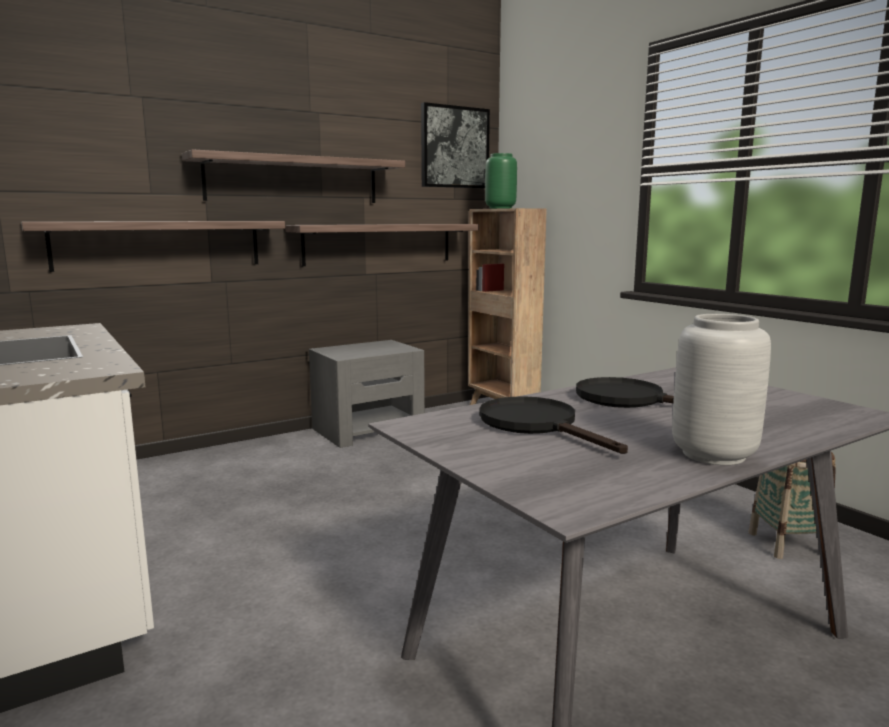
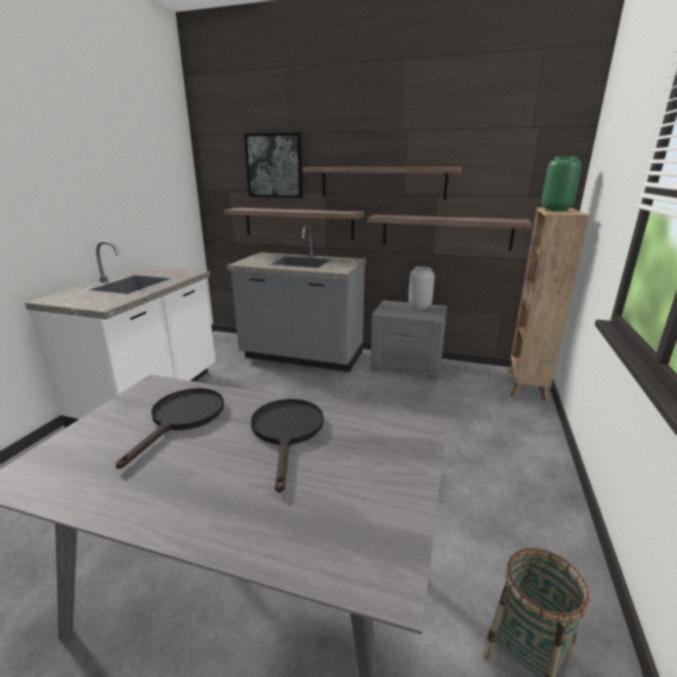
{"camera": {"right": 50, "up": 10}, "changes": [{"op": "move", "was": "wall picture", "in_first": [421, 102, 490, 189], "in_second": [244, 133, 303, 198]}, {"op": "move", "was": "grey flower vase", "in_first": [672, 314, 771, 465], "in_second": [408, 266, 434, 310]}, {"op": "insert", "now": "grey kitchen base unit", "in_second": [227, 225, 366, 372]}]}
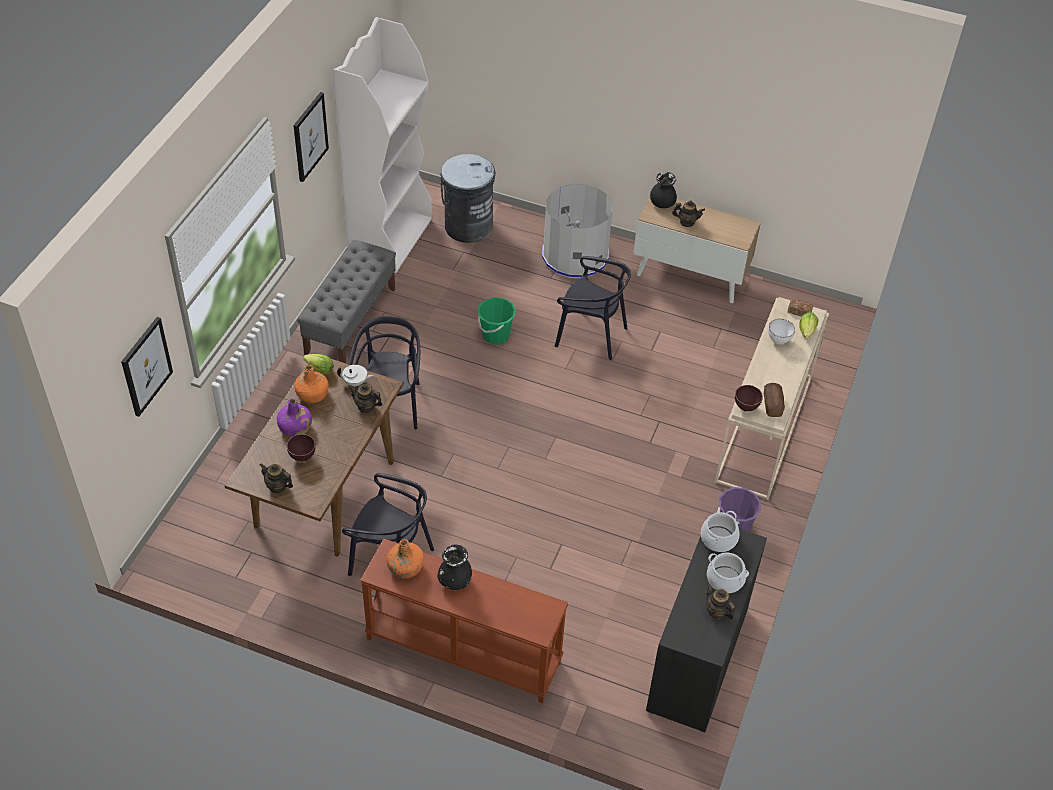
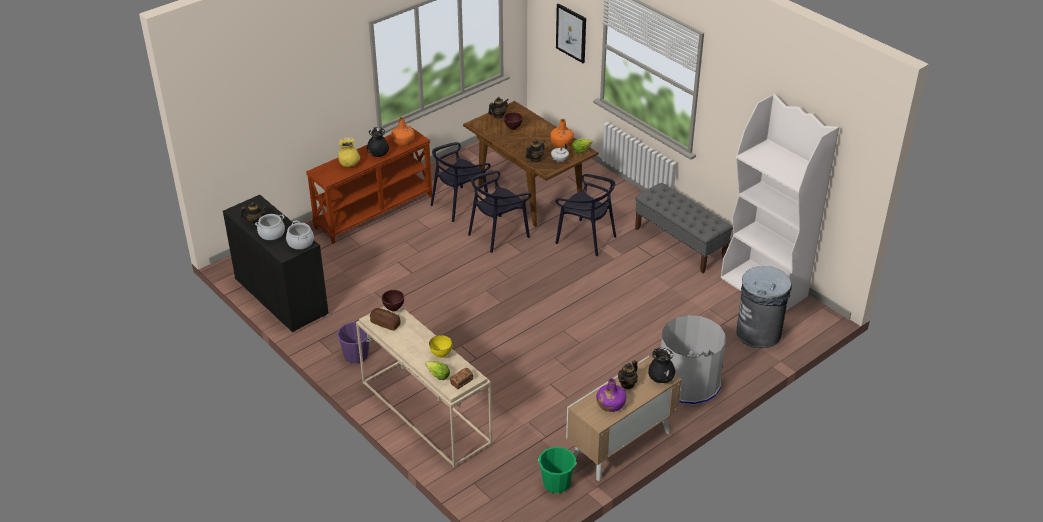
{"camera": {"right": 120, "up": -10}, "changes": [{"op": "move", "was": "purplish bottle", "in_first": [277, 398, 312, 437], "in_second": [596, 378, 626, 412]}, {"op": "delete", "was": "wall picture", "in_first": [293, 92, 329, 182]}, {"op": "move", "was": "green pail", "in_first": [477, 297, 516, 345], "in_second": [538, 447, 577, 493]}, {"op": "move", "was": "black-coloured upright chair", "in_first": [555, 256, 631, 360], "in_second": [468, 170, 531, 253]}, {"op": "recolor", "was": "white serving bowl", "now": "yellow serving bowl", "in_first": [768, 319, 795, 344], "in_second": [429, 335, 453, 358]}, {"op": "insert", "now": "yellow flower vase", "in_second": [338, 137, 360, 167]}]}
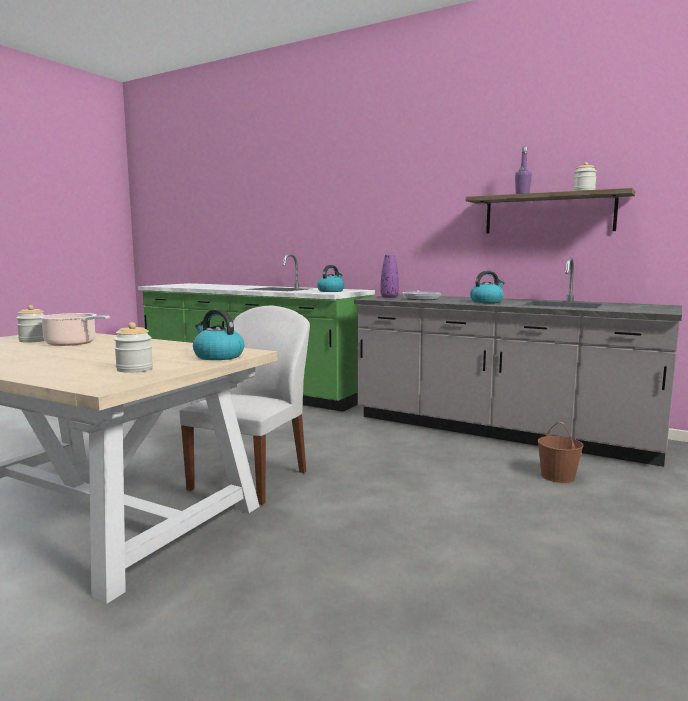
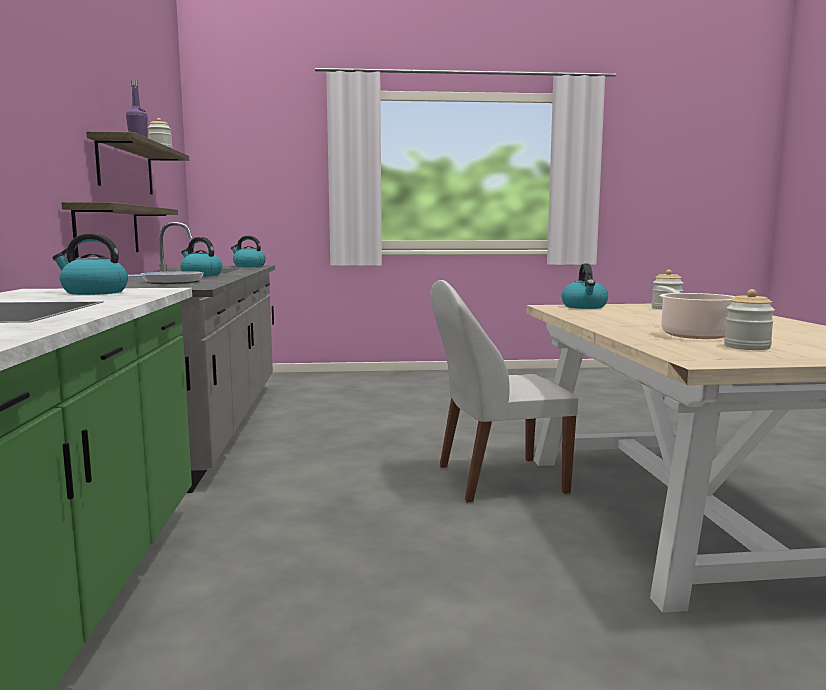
{"camera": {"right": -125, "up": 0}, "changes": [{"op": "delete", "was": "purplish flower vase", "in_first": [380, 255, 399, 298]}, {"op": "delete", "was": "brown pail", "in_first": [538, 422, 584, 483]}, {"op": "insert", "now": "bracket shelf", "in_second": [62, 202, 178, 258]}, {"op": "insert", "now": "water kettle", "in_second": [231, 236, 266, 267]}]}
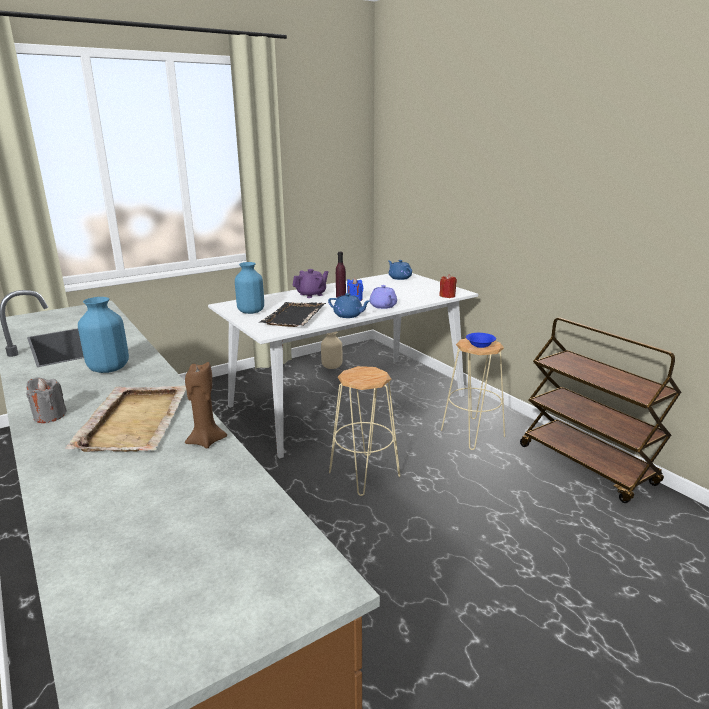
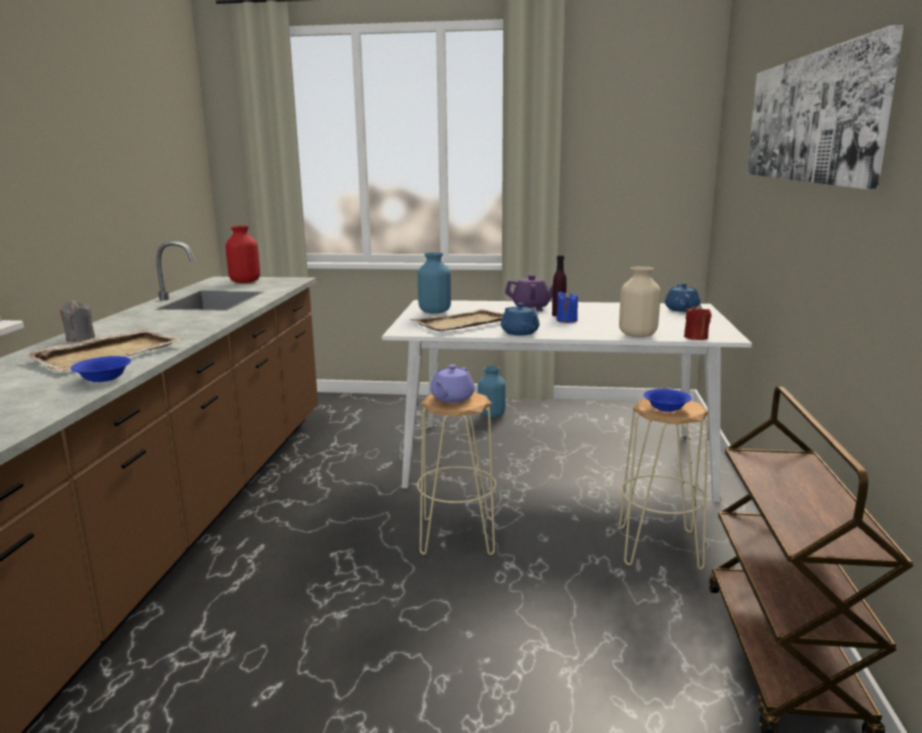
{"camera": {"right": 40, "up": -5}, "changes": [{"op": "move", "was": "bluish flower vase", "in_first": [78, 297, 129, 373], "in_second": [478, 366, 506, 418]}, {"op": "replace", "was": "brown candle", "now": "bluish serving bowl", "in_first": [185, 362, 227, 449], "in_second": [71, 356, 131, 382]}, {"op": "recolor", "was": "black-coloured carrying tray", "now": "beige-coloured carrying tray", "in_first": [259, 302, 326, 327], "in_second": [409, 309, 504, 331]}, {"op": "move", "was": "beige-coloured flower vase", "in_first": [321, 331, 342, 369], "in_second": [619, 266, 661, 337]}, {"op": "move", "was": "purplish pot for tea", "in_first": [370, 285, 397, 309], "in_second": [431, 364, 475, 403]}, {"op": "insert", "now": "reddish flower vase", "in_second": [225, 226, 260, 283]}, {"op": "insert", "now": "wall picture", "in_second": [746, 25, 904, 190]}]}
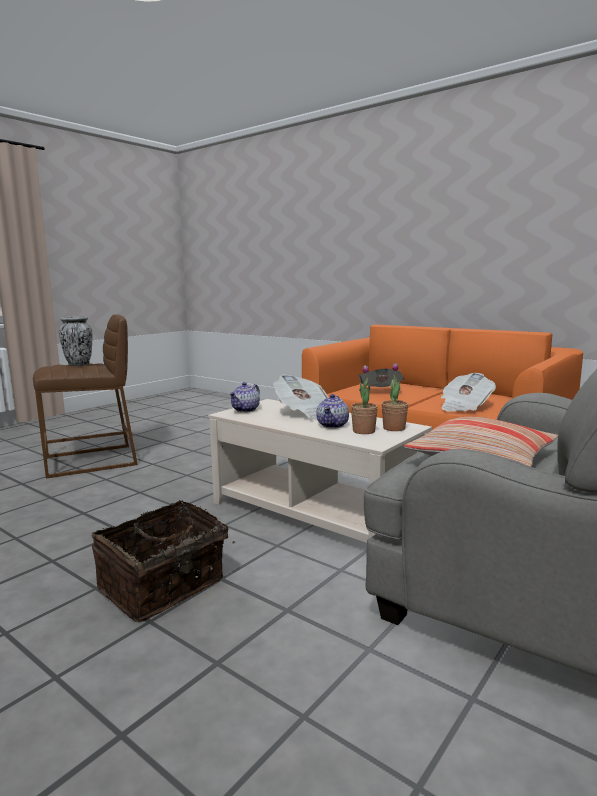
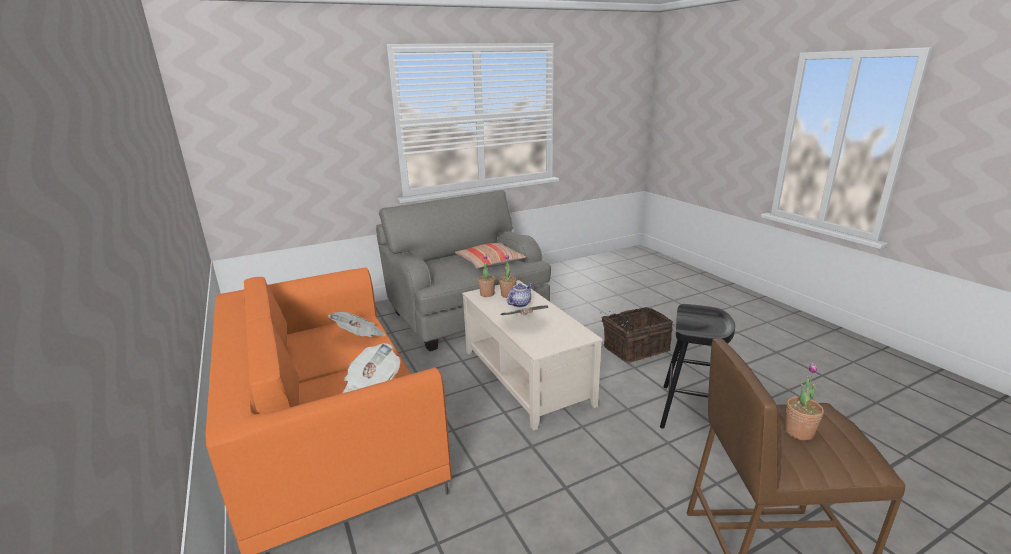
{"camera": {"right": -155, "up": 10}, "changes": [{"op": "replace", "was": "flower vase", "now": "houseplant", "in_first": [59, 316, 92, 366], "in_second": [784, 363, 824, 440]}, {"op": "delete", "was": "pot for tea", "in_first": [229, 382, 260, 413]}, {"op": "insert", "now": "black-coloured sitting stool", "in_second": [660, 304, 735, 429]}]}
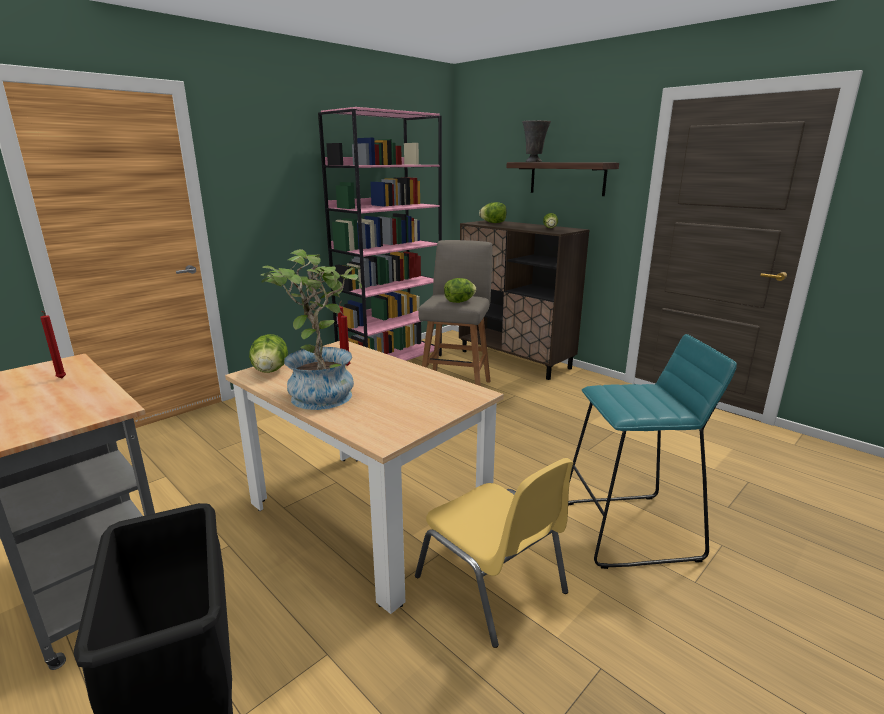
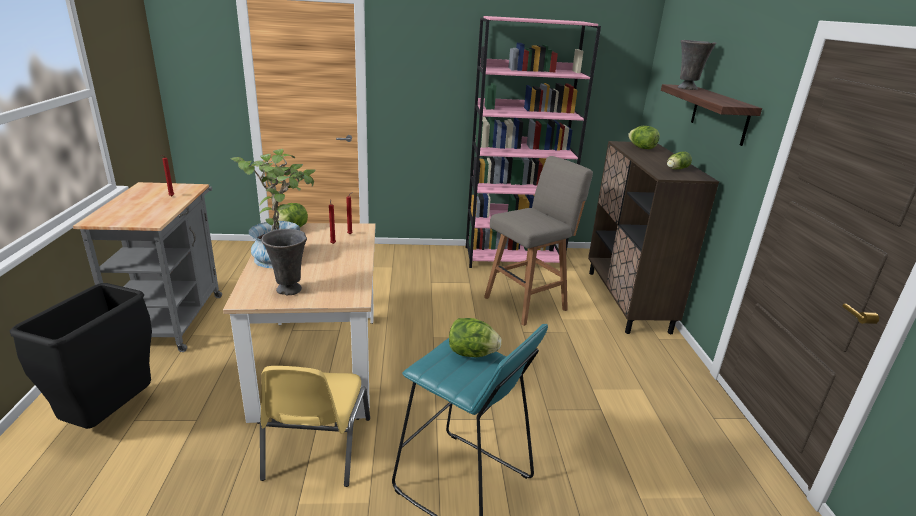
{"camera": {"right": 40, "up": 5}, "changes": [{"op": "move", "was": "lettuce head", "in_first": [444, 278, 477, 303], "in_second": [449, 318, 502, 357]}, {"op": "insert", "now": "grey flower vase", "in_second": [262, 229, 307, 295]}]}
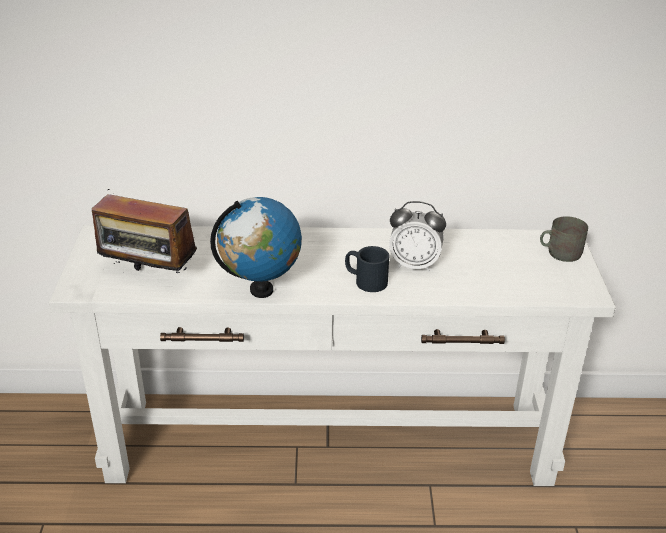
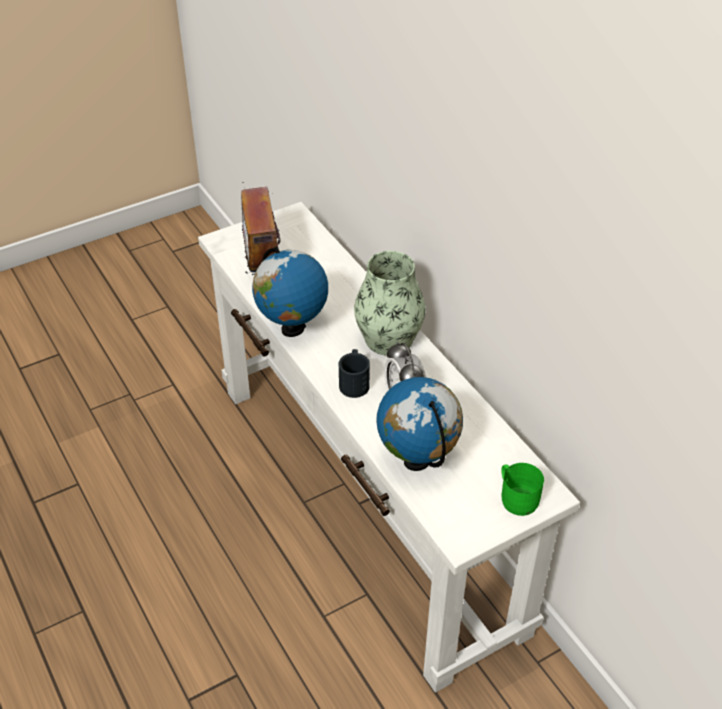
{"camera": {"right": 60, "up": 10}, "changes": [{"op": "recolor", "was": "grey mug", "now": "green mug", "in_first": [540, 216, 588, 262], "in_second": [501, 463, 544, 516]}, {"op": "insert", "now": "flower vase", "in_second": [354, 251, 426, 356]}, {"op": "insert", "now": "globe", "in_second": [376, 377, 463, 471]}]}
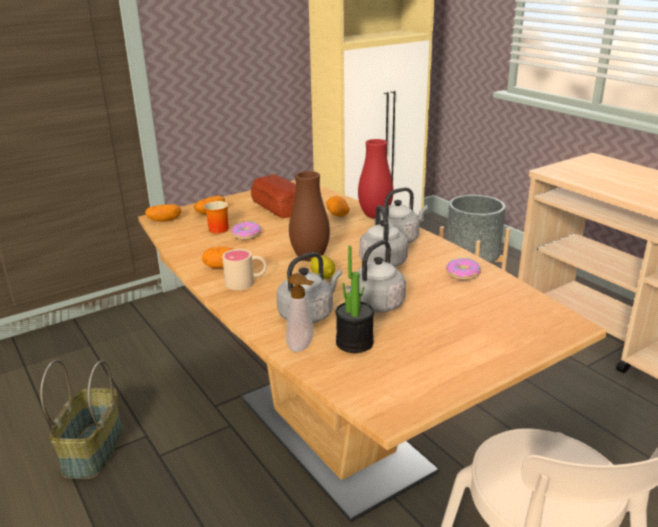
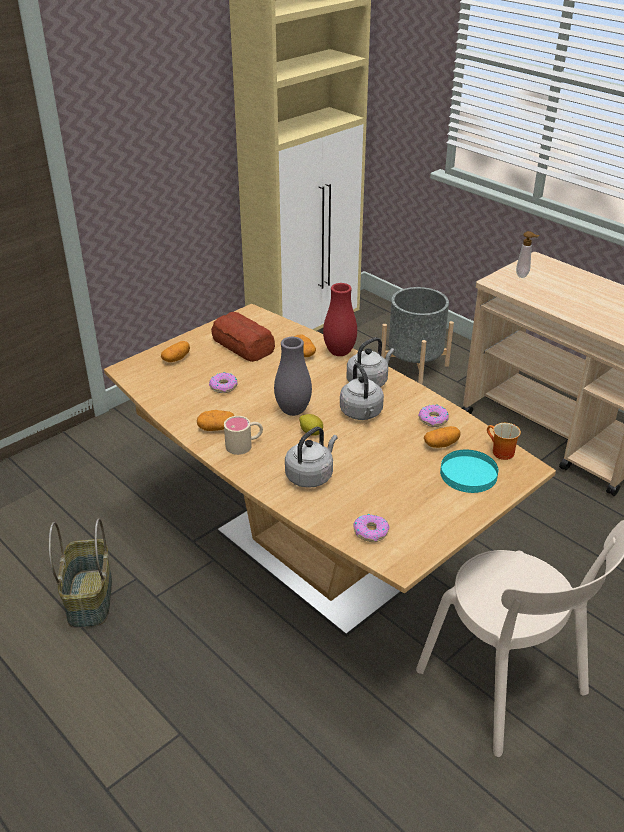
{"camera": {"right": -10, "up": 10}, "changes": [{"op": "move", "was": "potato", "in_first": [145, 204, 181, 222], "in_second": [424, 426, 461, 448]}, {"op": "move", "was": "mug", "in_first": [204, 201, 229, 234], "in_second": [487, 423, 521, 460]}, {"op": "move", "was": "liquid soap bottle", "in_first": [286, 273, 314, 352], "in_second": [516, 231, 539, 278]}, {"op": "recolor", "was": "brown flower vase", "now": "grey flower vase", "in_first": [289, 171, 330, 261], "in_second": [274, 337, 312, 416]}, {"op": "delete", "was": "houseplant", "in_first": [335, 246, 374, 353]}, {"op": "delete", "was": "grey water kettle", "in_first": [345, 240, 406, 313]}, {"op": "insert", "now": "doughnut", "in_second": [353, 514, 389, 542]}, {"op": "insert", "now": "turquoise-coloured flat dish", "in_second": [440, 450, 499, 493]}]}
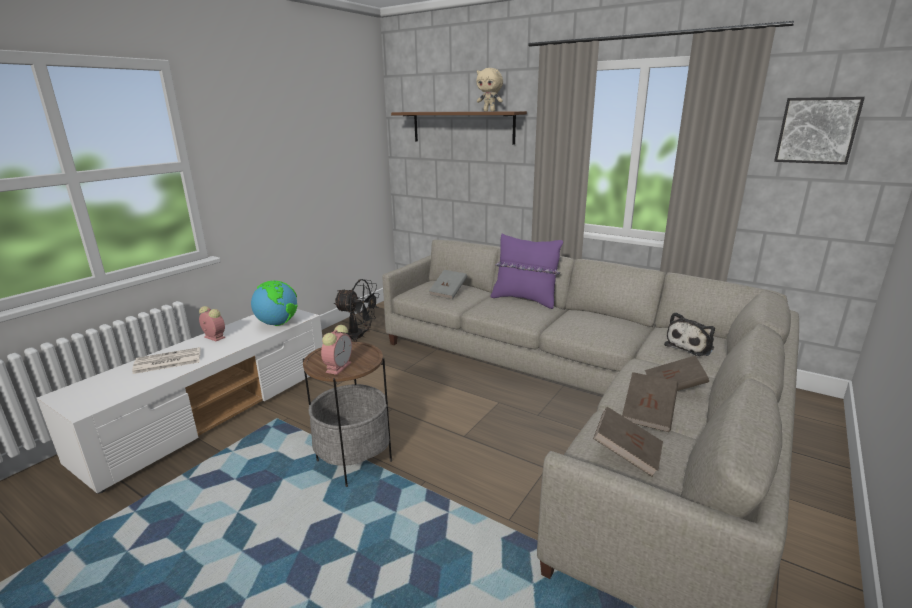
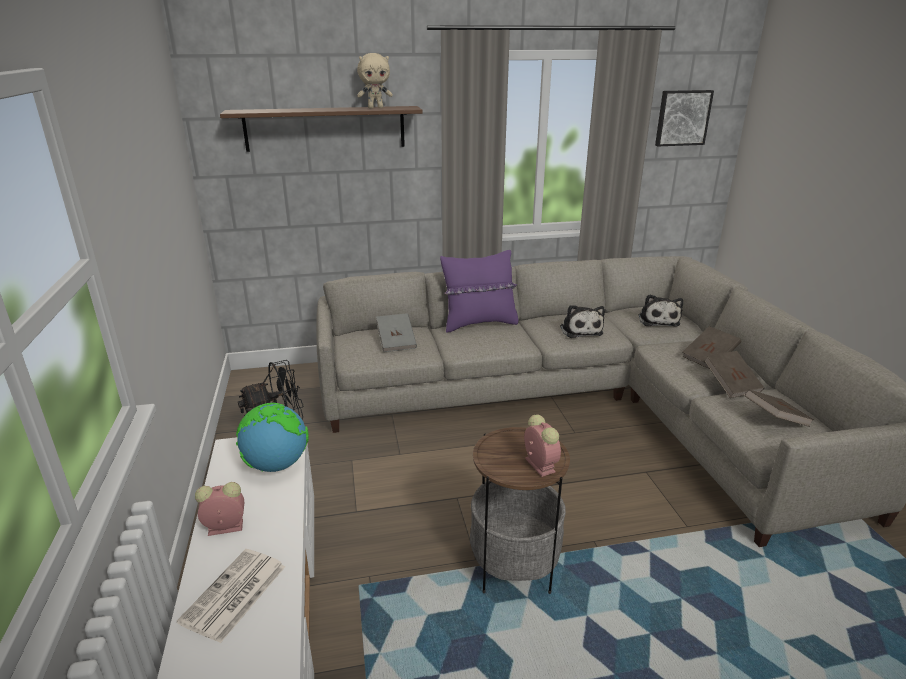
{"camera": {"right": -45, "up": 5}, "changes": [{"op": "insert", "now": "cuddly toy", "in_second": [560, 305, 605, 338]}]}
